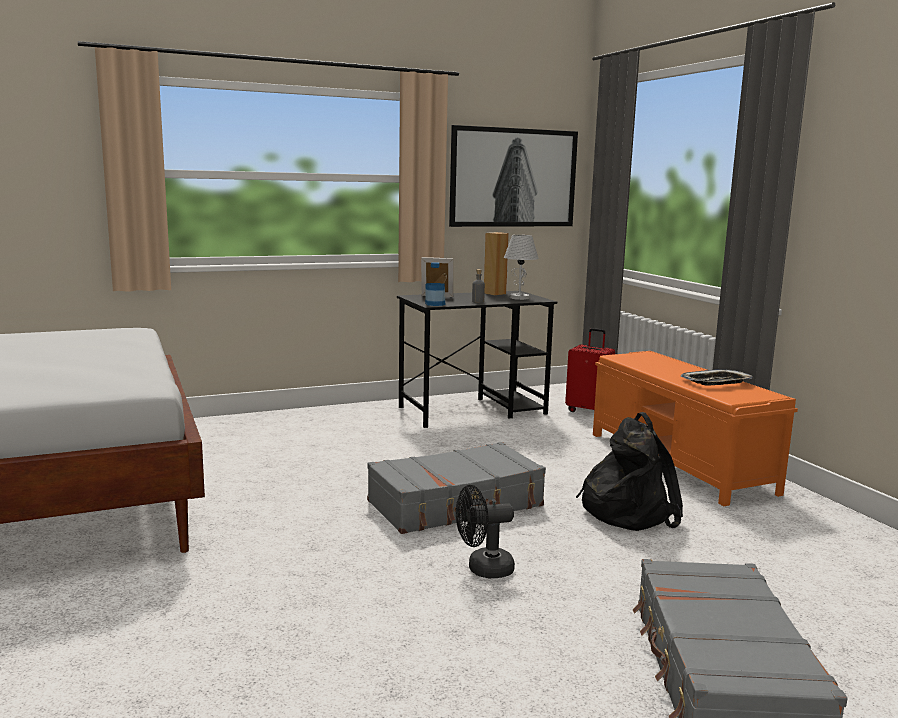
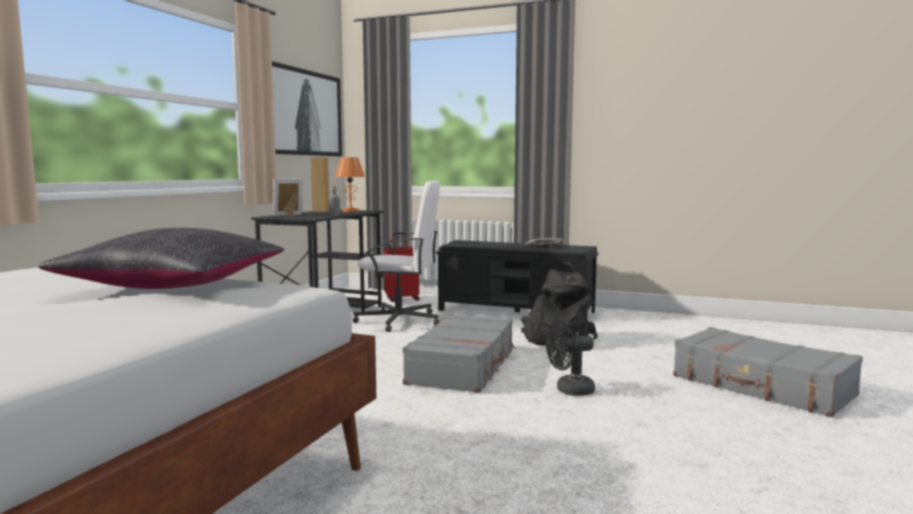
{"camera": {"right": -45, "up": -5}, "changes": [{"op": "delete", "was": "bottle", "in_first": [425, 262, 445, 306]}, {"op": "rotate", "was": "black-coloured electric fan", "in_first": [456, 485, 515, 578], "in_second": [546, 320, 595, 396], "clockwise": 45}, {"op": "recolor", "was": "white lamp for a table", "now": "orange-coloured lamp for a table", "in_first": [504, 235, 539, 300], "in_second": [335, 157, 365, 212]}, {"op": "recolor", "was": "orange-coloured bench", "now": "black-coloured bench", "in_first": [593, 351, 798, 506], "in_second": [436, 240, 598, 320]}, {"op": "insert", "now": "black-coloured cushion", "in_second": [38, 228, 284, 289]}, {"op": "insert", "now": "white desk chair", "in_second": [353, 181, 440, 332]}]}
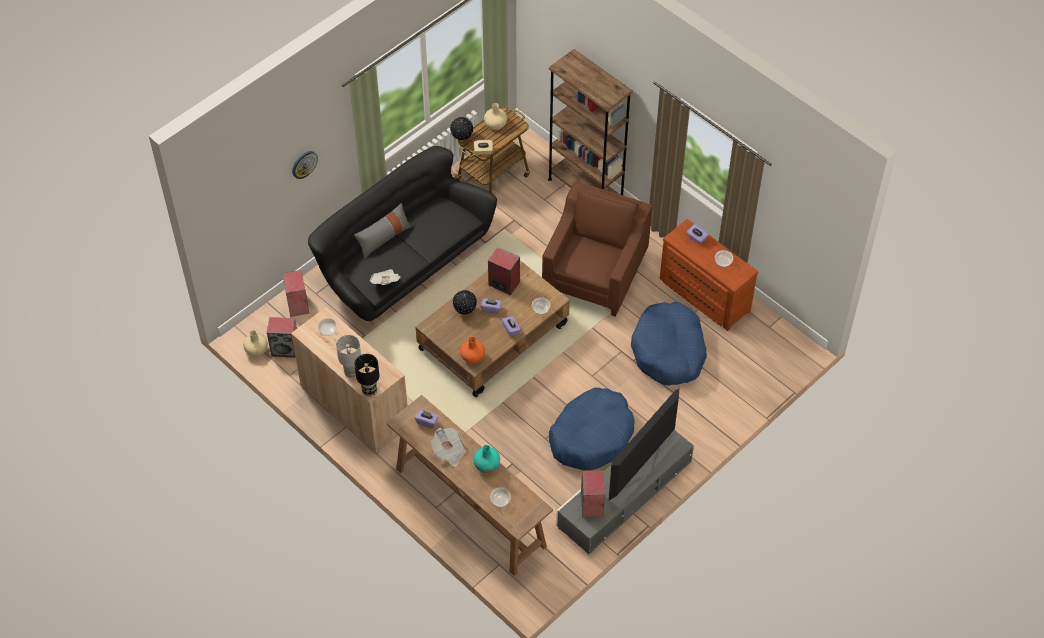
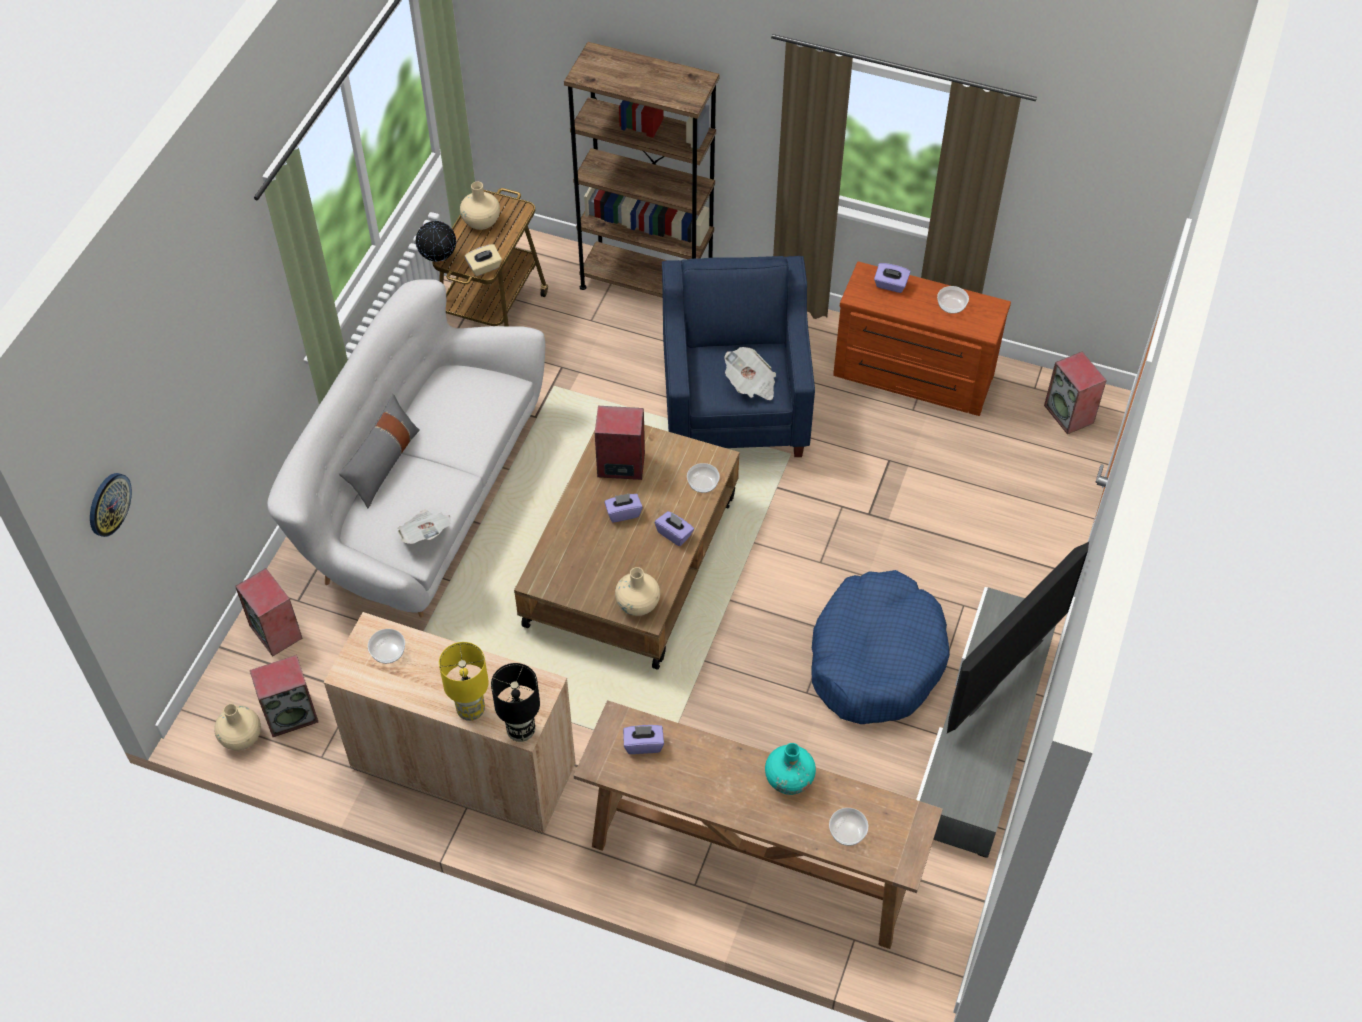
{"camera": {"right": -25, "up": 0}, "changes": [{"op": "move", "was": "hanging clock", "in_first": [292, 151, 318, 179], "in_second": [90, 473, 132, 537]}, {"op": "recolor", "was": "black-coloured sofa", "now": "white sofa", "in_first": [308, 146, 497, 326], "in_second": [267, 279, 545, 618]}, {"op": "recolor", "was": "grey lamp for a table", "now": "yellow lamp for a table", "in_first": [336, 335, 361, 378], "in_second": [439, 642, 489, 721]}, {"op": "move", "was": "printed paper", "in_first": [431, 428, 467, 467], "in_second": [724, 347, 776, 400]}, {"op": "delete", "was": "globe", "in_first": [453, 290, 477, 314]}, {"op": "recolor", "was": "orange-coloured flower vase", "now": "beige-coloured flower vase", "in_first": [460, 337, 485, 364], "in_second": [615, 567, 660, 616]}, {"op": "recolor", "was": "brown easy chair", "now": "bluish easy chair", "in_first": [542, 181, 653, 317], "in_second": [662, 256, 815, 457]}, {"op": "move", "was": "speaker", "in_first": [581, 470, 605, 517], "in_second": [1044, 352, 1107, 434]}, {"op": "rotate", "was": "television", "in_first": [609, 389, 679, 500], "in_second": [947, 542, 1089, 733], "clockwise": -150}, {"op": "delete", "was": "bluish dog bed", "in_first": [631, 302, 707, 386]}]}
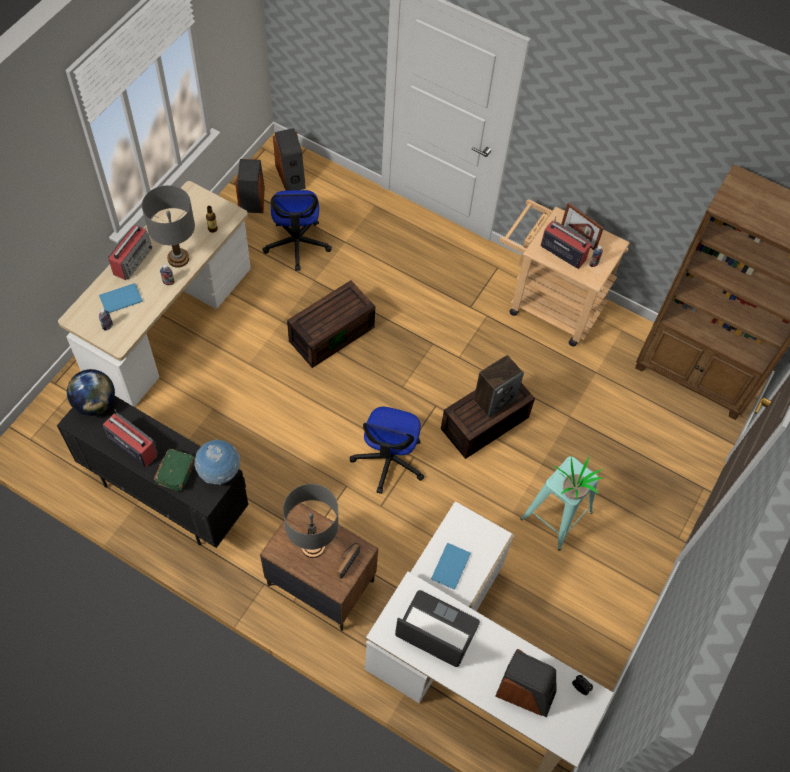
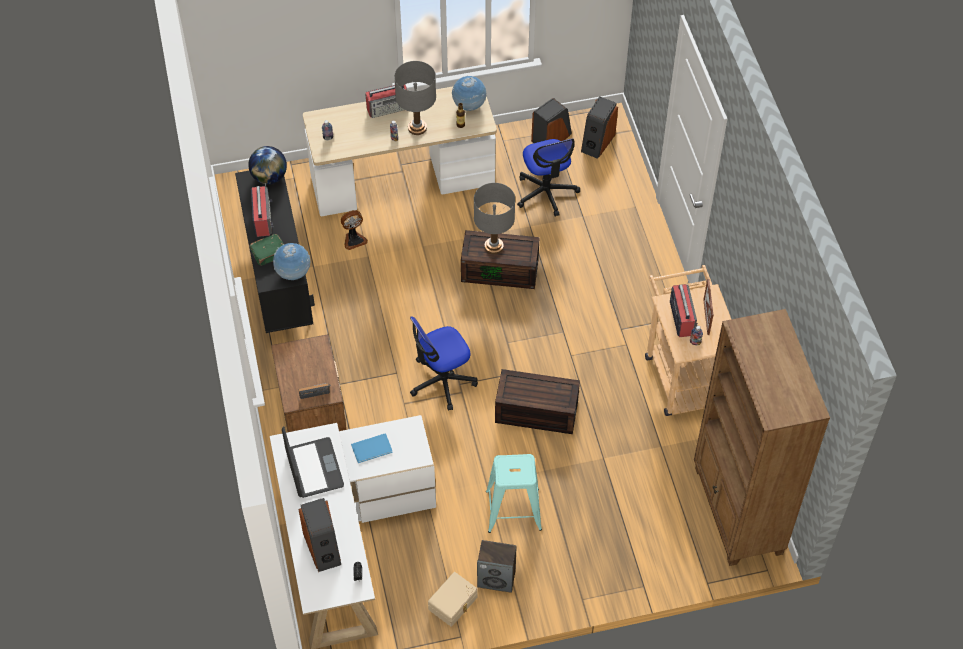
{"camera": {"right": 50, "up": -5}, "changes": [{"op": "delete", "was": "bluish volume", "in_first": [99, 283, 143, 313]}, {"op": "rotate", "was": "desk chair", "in_first": [262, 190, 332, 271], "in_second": [517, 138, 580, 217], "clockwise": -60}, {"op": "move", "was": "grey lamp for a table", "in_first": [283, 484, 338, 558], "in_second": [474, 183, 515, 254]}, {"op": "move", "was": "speaker", "in_first": [474, 355, 524, 418], "in_second": [477, 540, 516, 593]}, {"op": "delete", "was": "houseplant", "in_first": [551, 456, 603, 500]}, {"op": "insert", "now": "electric fan", "in_second": [341, 210, 368, 250]}, {"op": "insert", "now": "beige-coloured storage box", "in_second": [428, 572, 478, 627]}, {"op": "insert", "now": "globe", "in_second": [452, 76, 486, 111]}]}
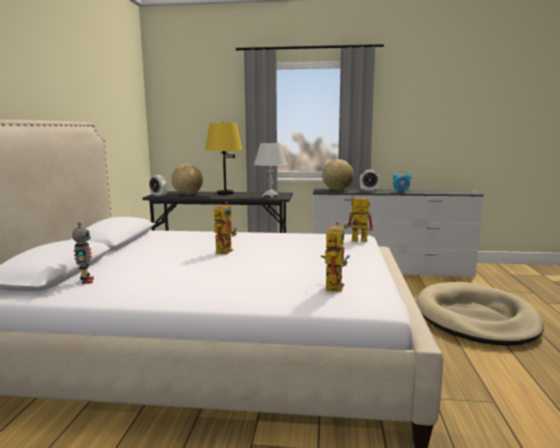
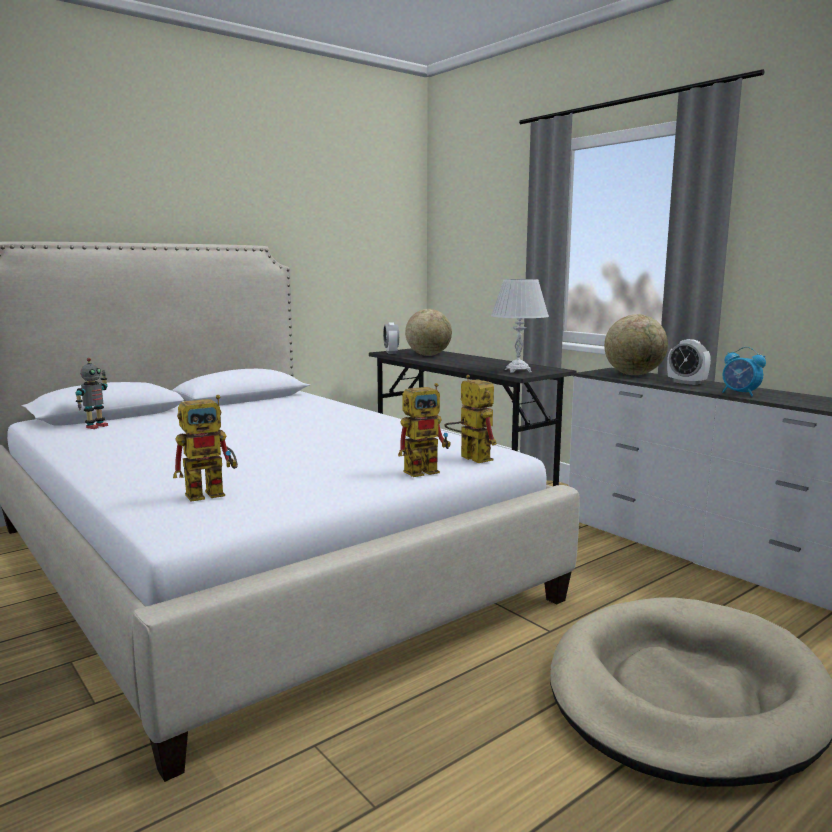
{"camera": {"right": 45, "up": 0}, "changes": [{"op": "delete", "was": "yellow lamp for a table", "in_first": [205, 122, 243, 195]}, {"op": "move", "was": "toy robot", "in_first": [214, 202, 237, 255], "in_second": [398, 383, 451, 477]}]}
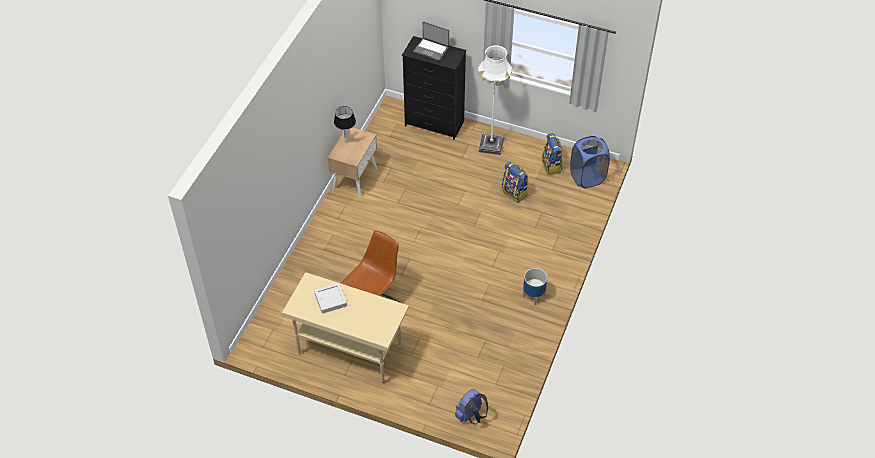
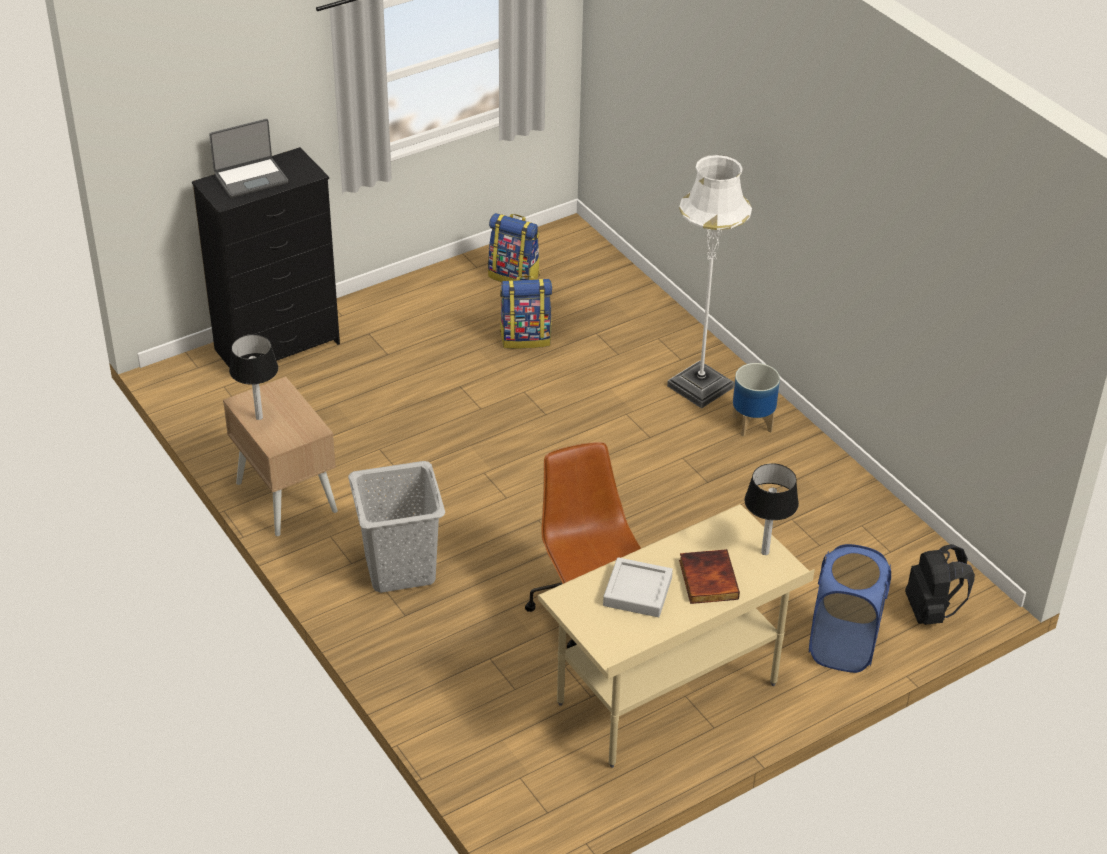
{"camera": {"right": -55, "up": -10}, "changes": [{"op": "recolor", "was": "bluish backpack", "now": "black-coloured backpack", "in_first": [455, 389, 488, 424], "in_second": [905, 544, 975, 625]}, {"op": "move", "was": "white standard lamp", "in_first": [478, 45, 512, 155], "in_second": [667, 154, 752, 408]}, {"op": "move", "was": "bluish washing basket", "in_first": [570, 136, 610, 188], "in_second": [809, 544, 891, 673]}, {"op": "insert", "now": "grey washing basket", "in_second": [348, 461, 445, 593]}, {"op": "insert", "now": "volume", "in_second": [679, 549, 740, 604]}, {"op": "insert", "now": "lamp for a table", "in_second": [744, 463, 799, 555]}]}
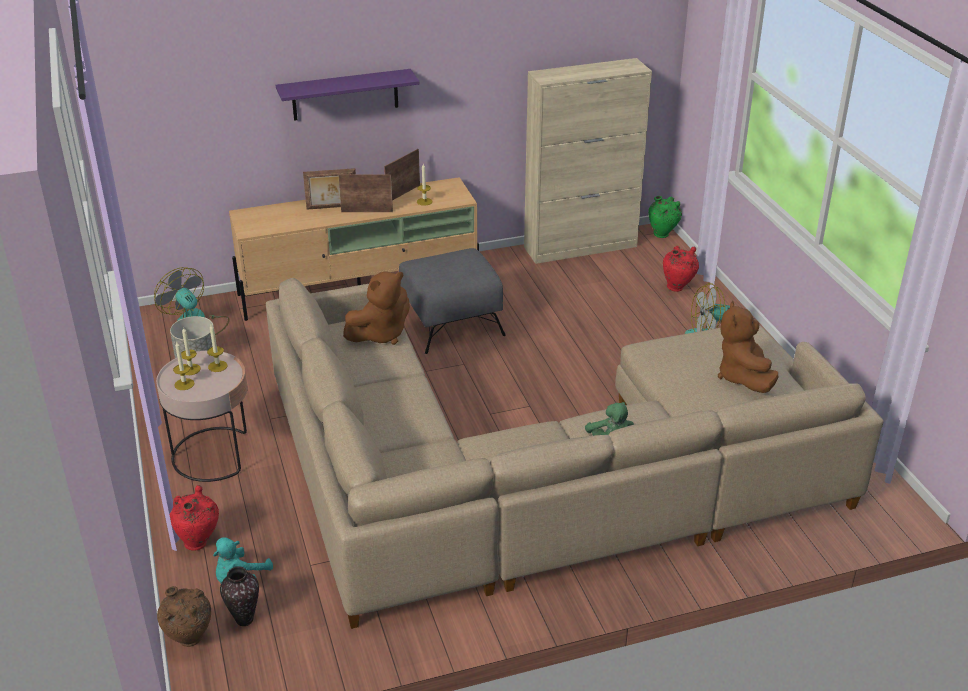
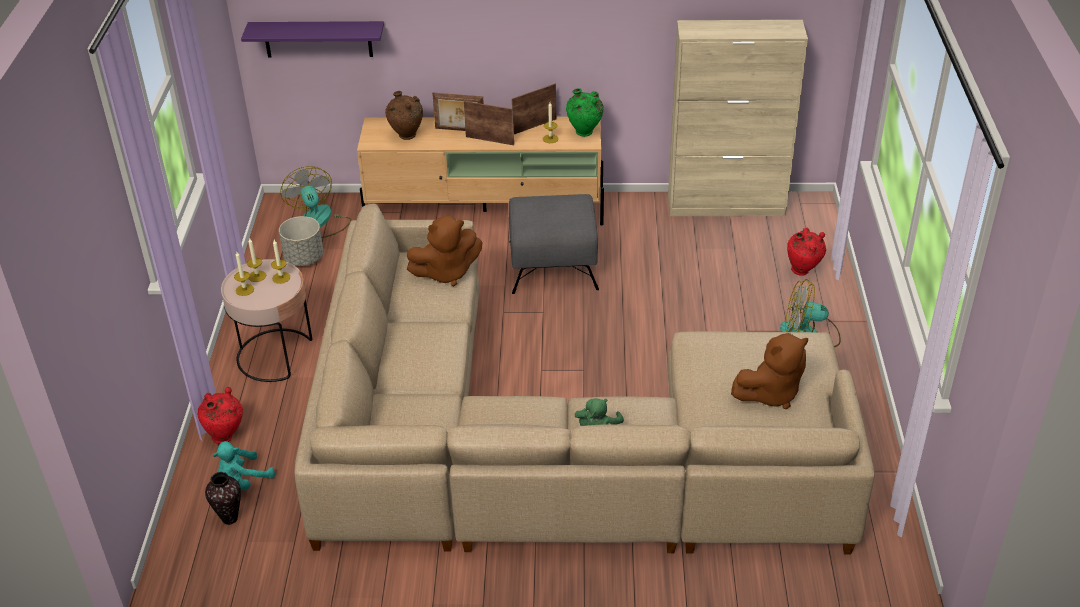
{"camera": {"right": 20, "up": 5}, "changes": [{"op": "move", "was": "brown flower vase", "in_first": [157, 586, 211, 647], "in_second": [385, 91, 423, 140]}, {"op": "move", "was": "purplish bracket shelf", "in_first": [276, 69, 420, 121], "in_second": [241, 21, 384, 58]}, {"op": "move", "was": "green flower vase", "in_first": [648, 196, 682, 238], "in_second": [566, 88, 604, 137]}, {"op": "rotate", "was": "brown cuddly toy", "in_first": [718, 301, 778, 393], "in_second": [731, 333, 808, 409], "clockwise": -135}]}
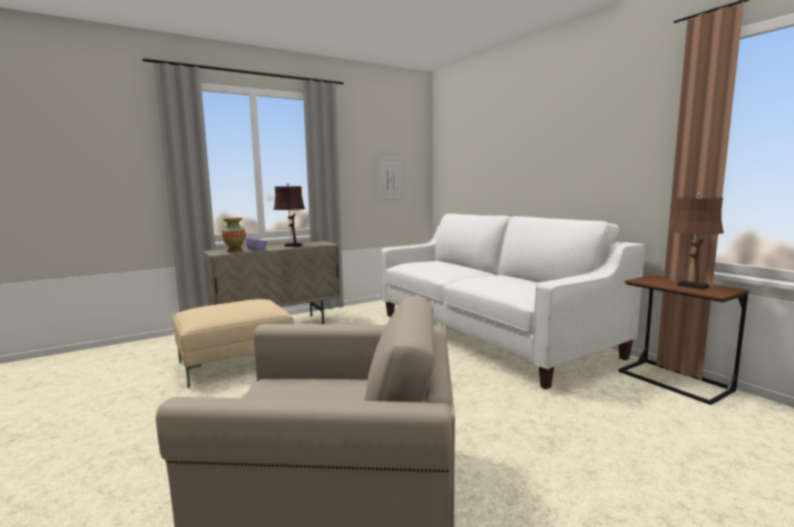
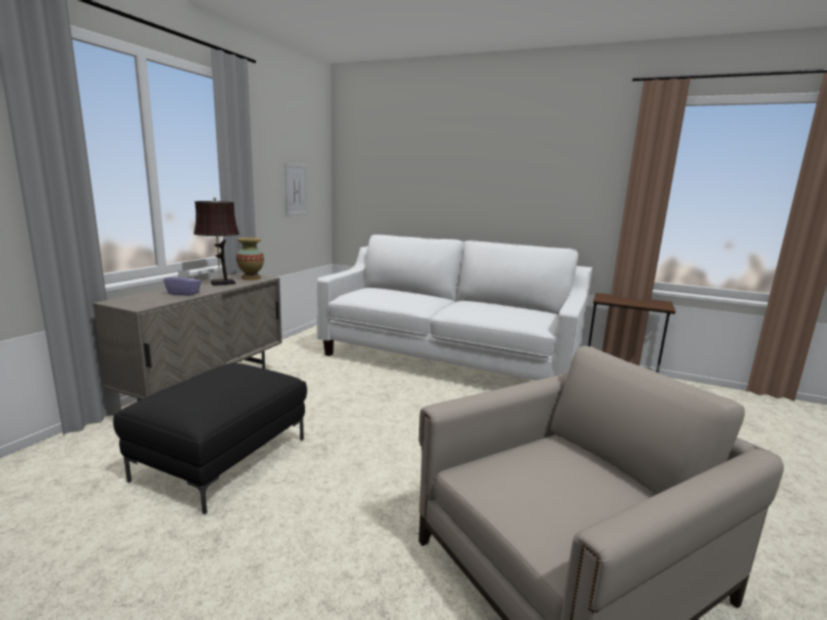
{"camera": {"right": -35, "up": 5}, "changes": [{"op": "recolor", "was": "beige-coloured ottoman", "now": "black-coloured ottoman", "in_first": [172, 299, 294, 388], "in_second": [113, 363, 307, 515]}, {"op": "move", "was": "flower vase", "in_first": [222, 217, 246, 253], "in_second": [236, 238, 264, 280]}, {"op": "delete", "was": "brown lamp for a table", "in_first": [668, 193, 724, 290]}]}
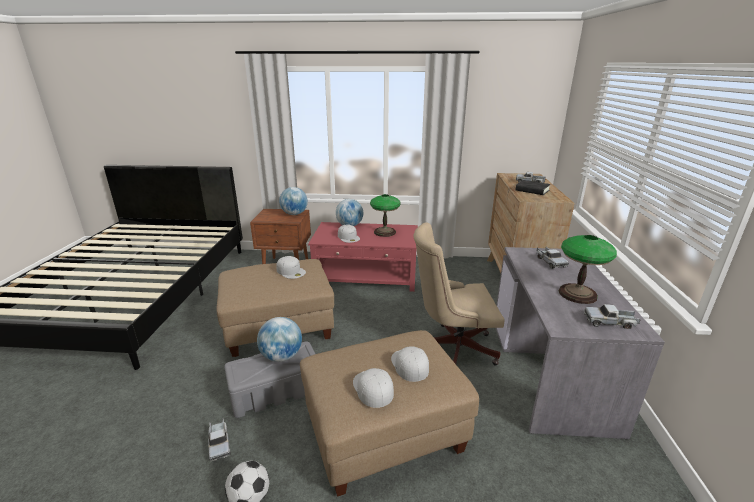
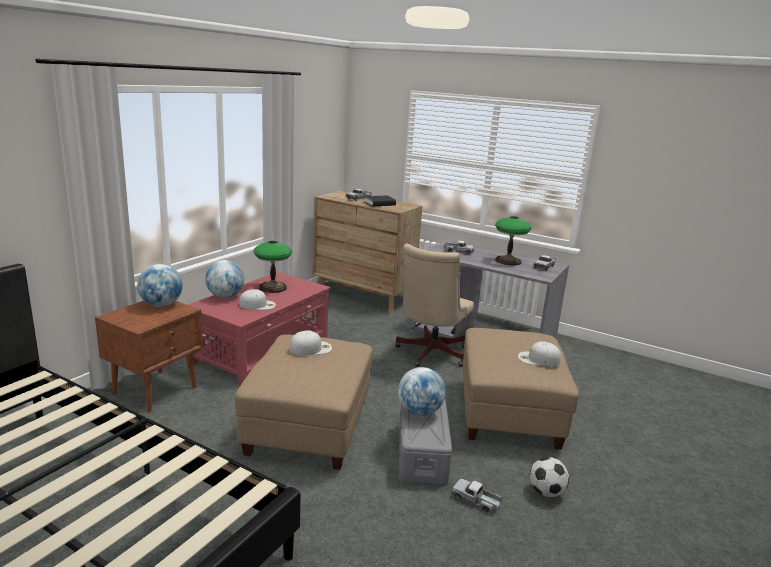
{"camera": {"right": -65, "up": -5}, "changes": [{"op": "rotate", "was": "toy lorry", "in_first": [208, 419, 231, 461], "in_second": [452, 478, 502, 512], "clockwise": -150}, {"op": "delete", "was": "white cap", "in_first": [391, 346, 429, 382]}]}
